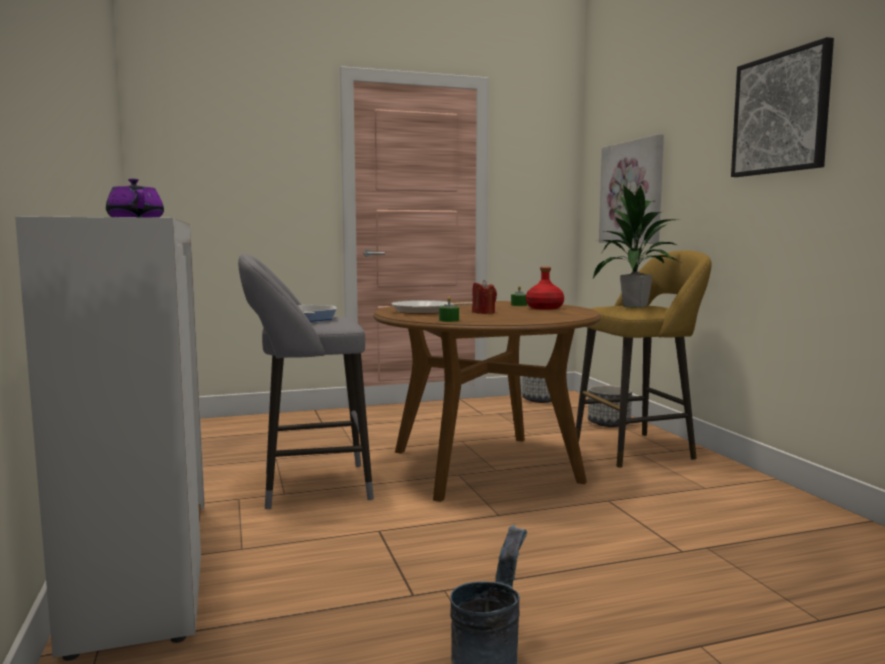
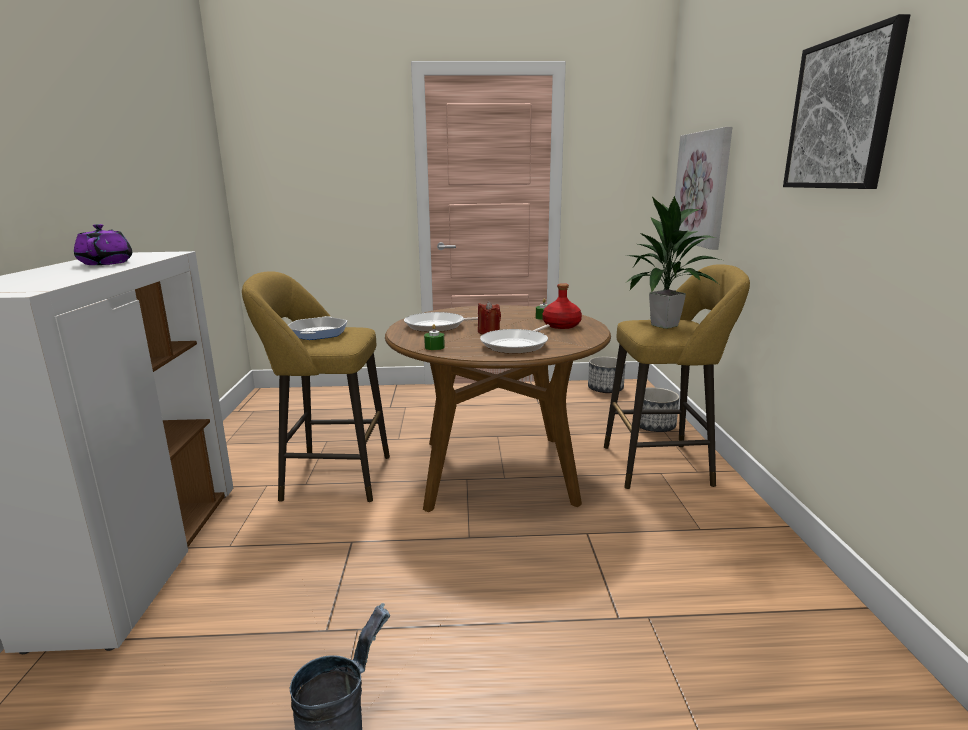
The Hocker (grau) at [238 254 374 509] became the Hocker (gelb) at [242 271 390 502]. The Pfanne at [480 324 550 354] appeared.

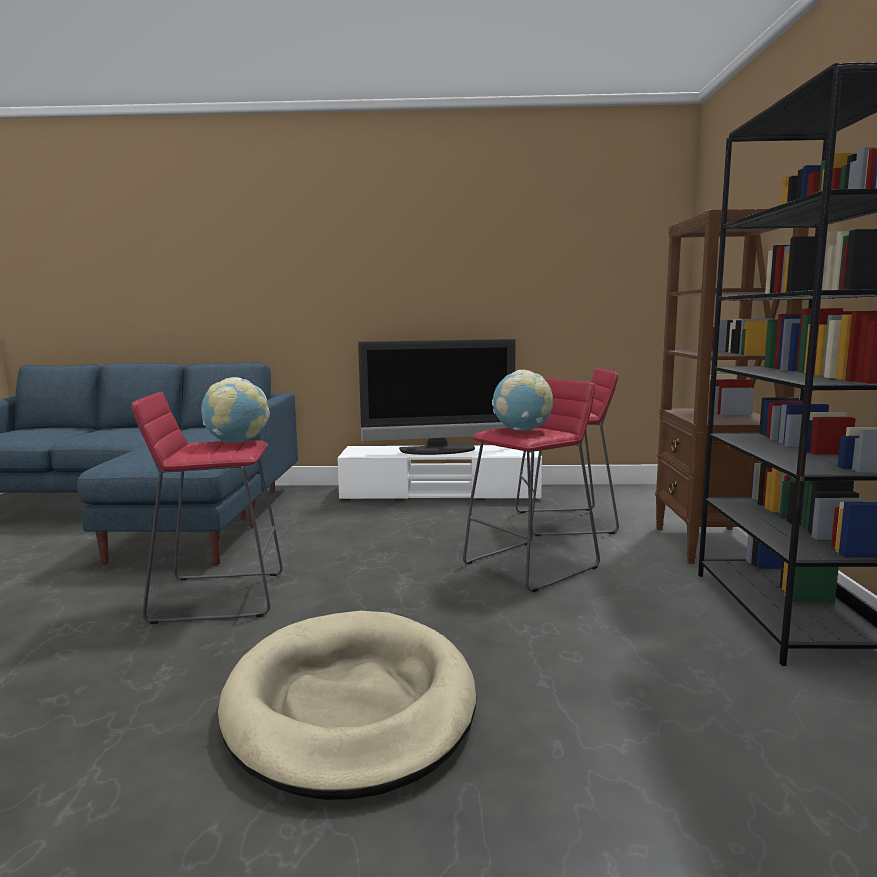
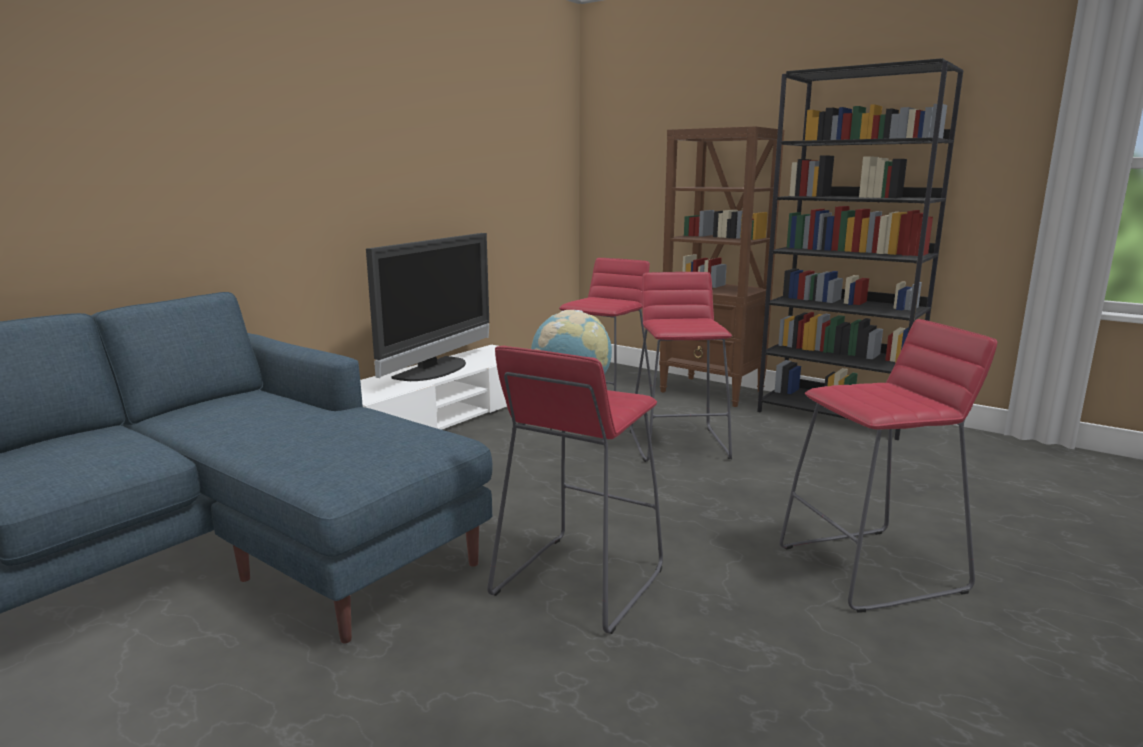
The Hundebett (beige) at [218 611 477 800] was replaced by the Hocker (rot) at [780 319 997 613]. The Globus at [492 370 553 431] disappeared.

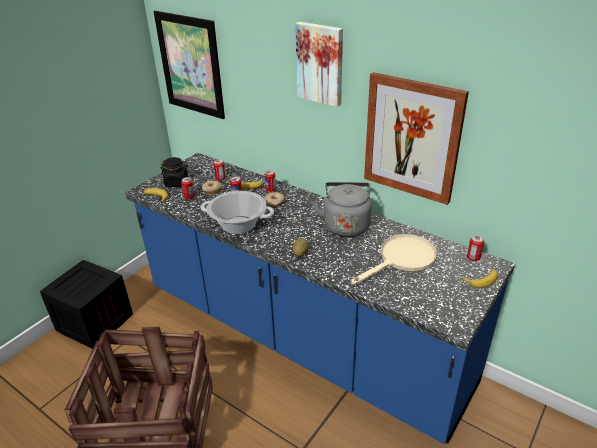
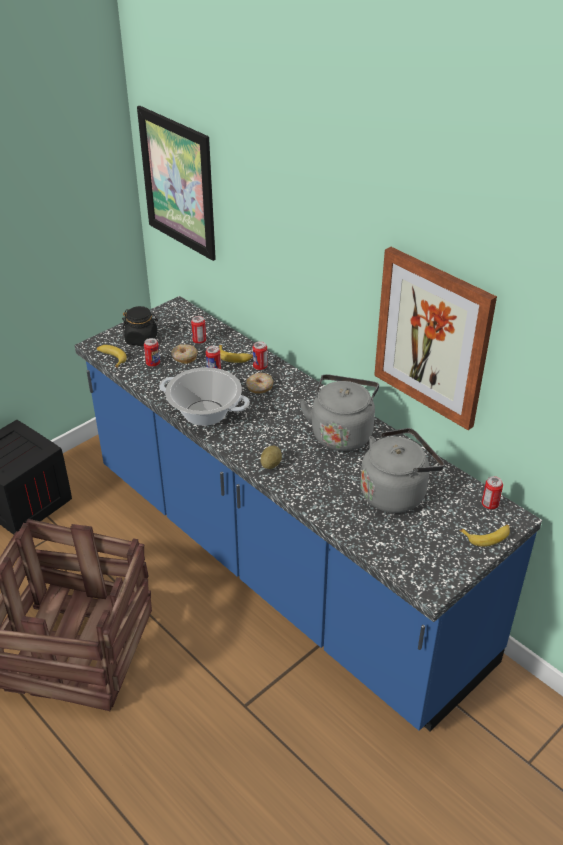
The Pfanne (beige) at [351 234 437 285] was replaced by the Wasserkessel (grau) at [360 428 444 513]. The Bild at [295 22 343 107] disappeared.

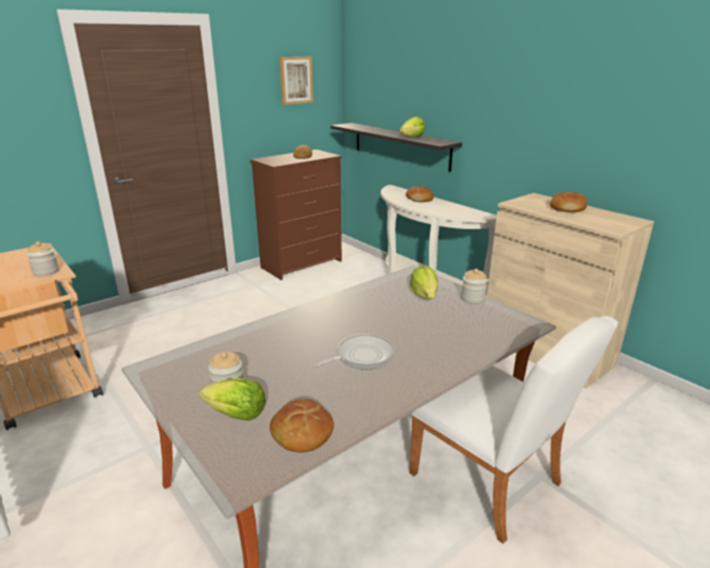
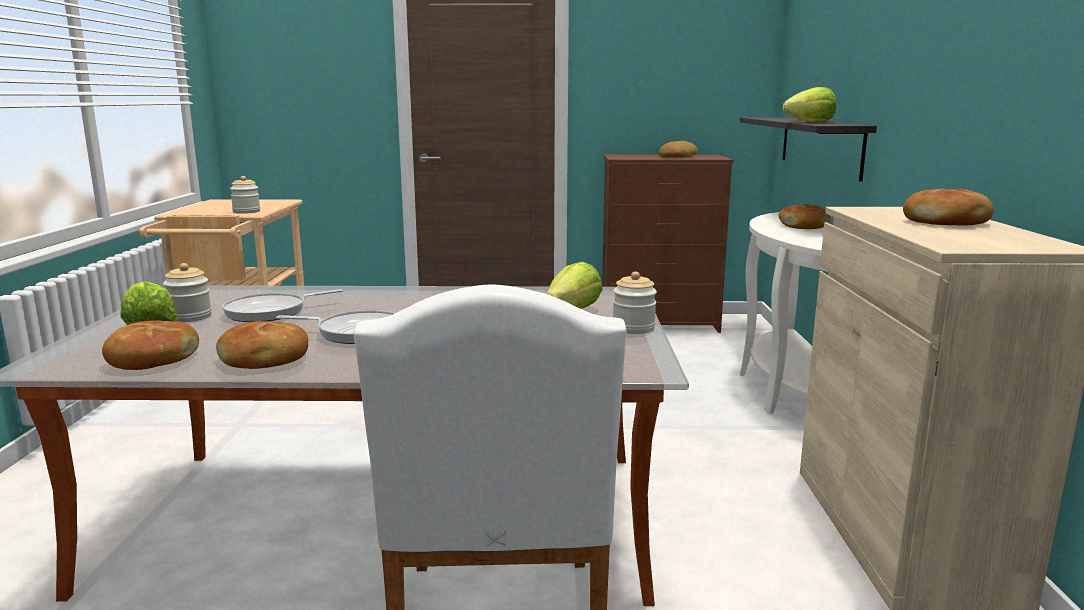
The Brot at [216 321 308 369] appeared. The Pfanne at [222 289 343 322] appeared. The Bild at [279 57 313 105] disappeared.

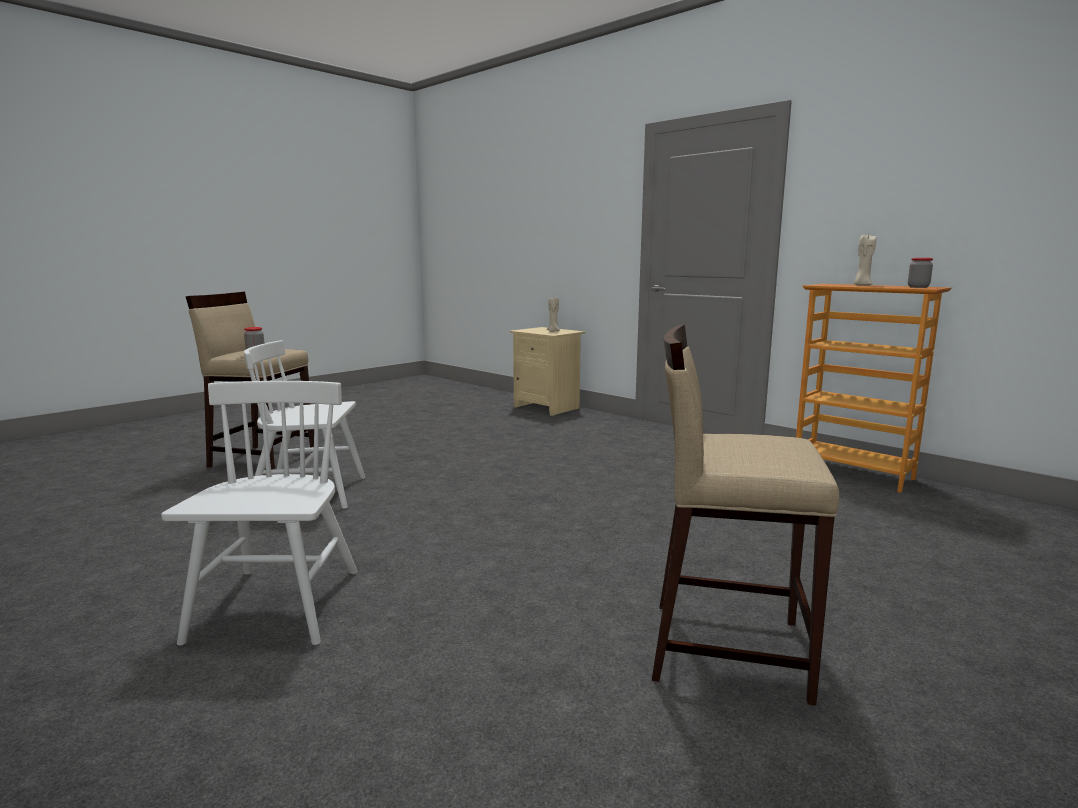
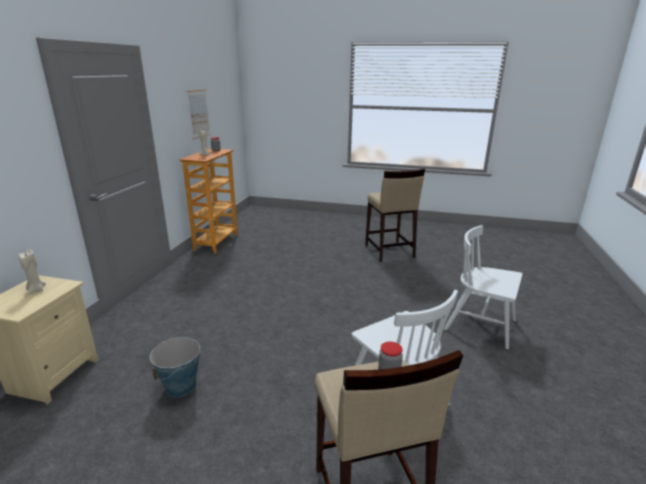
The Eimer at [150 337 200 398] appeared. The Bild at [187 89 211 139] appeared. The Stuhl (weiß) at [161 381 358 646] turned 60 degrees clockwise.

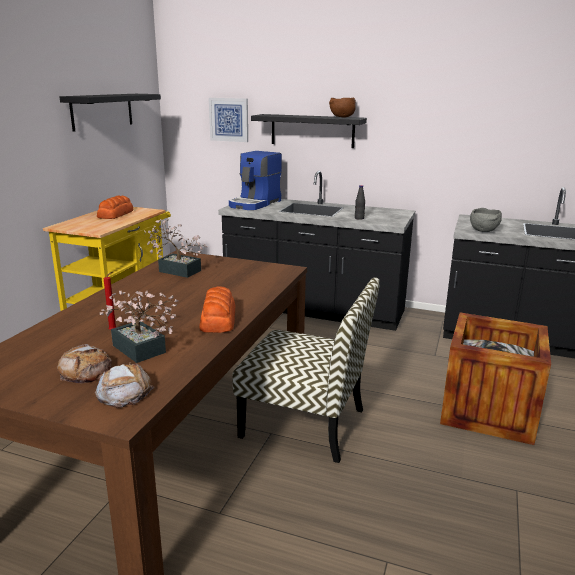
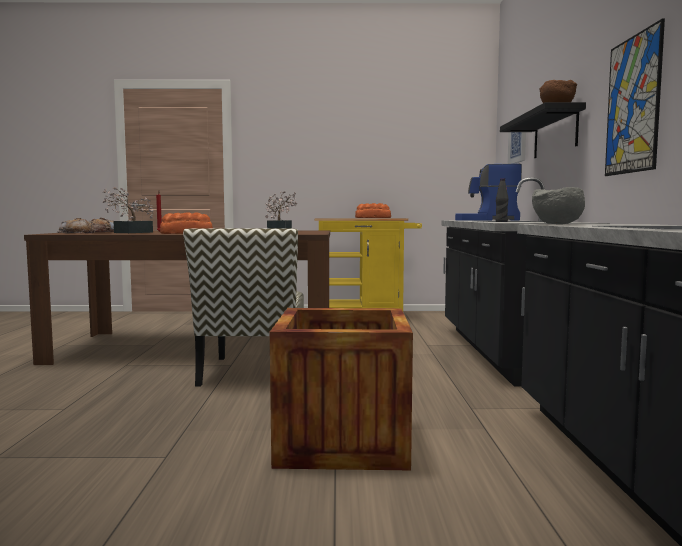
The Bild at [605 19 665 176] appeared. The Wandregal (schwarz) at [60 94 161 132] disappeared.

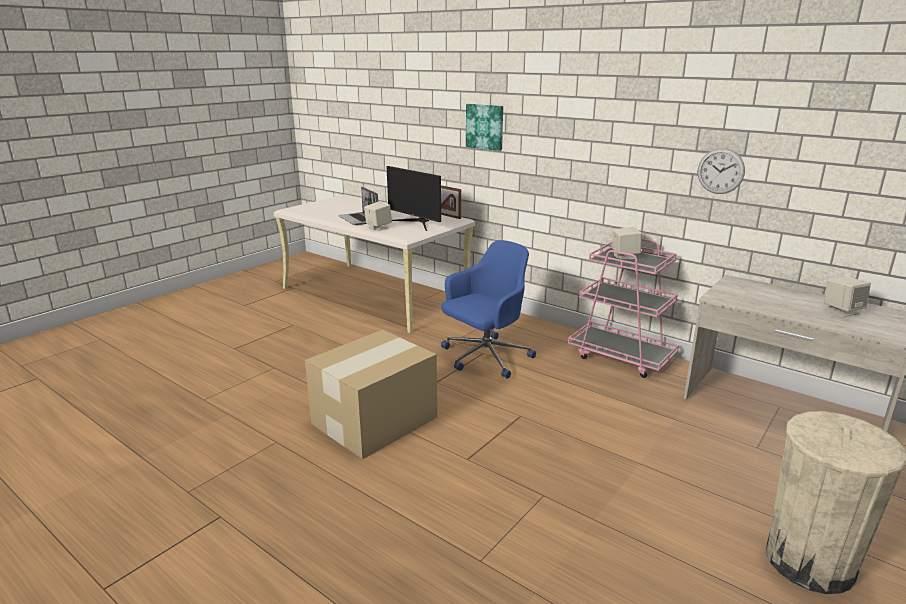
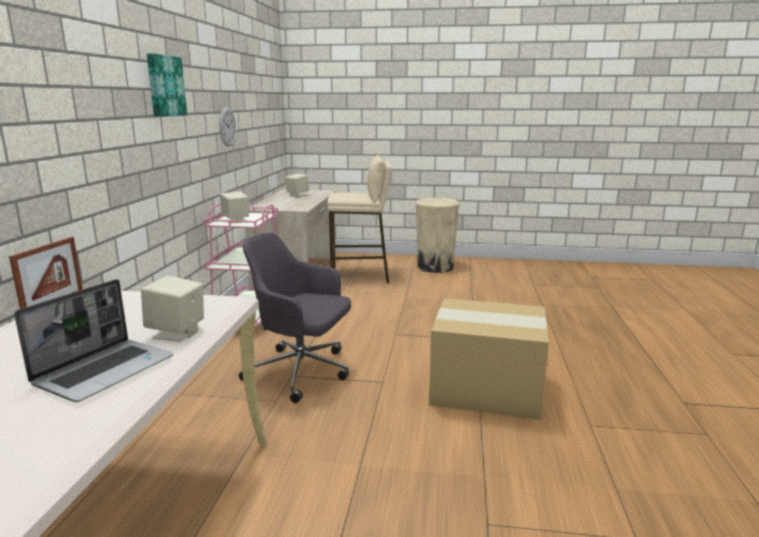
The Bild moved from [466 104 503 151] to [147 53 187 117]. The Bürostuhl (blau) at [441 240 536 379] became the Bürostuhl (grau) at [239 232 351 403]. The Hocker (beige) at [327 155 392 284] appeared. The Monitor at [387 166 441 231] disappeared.

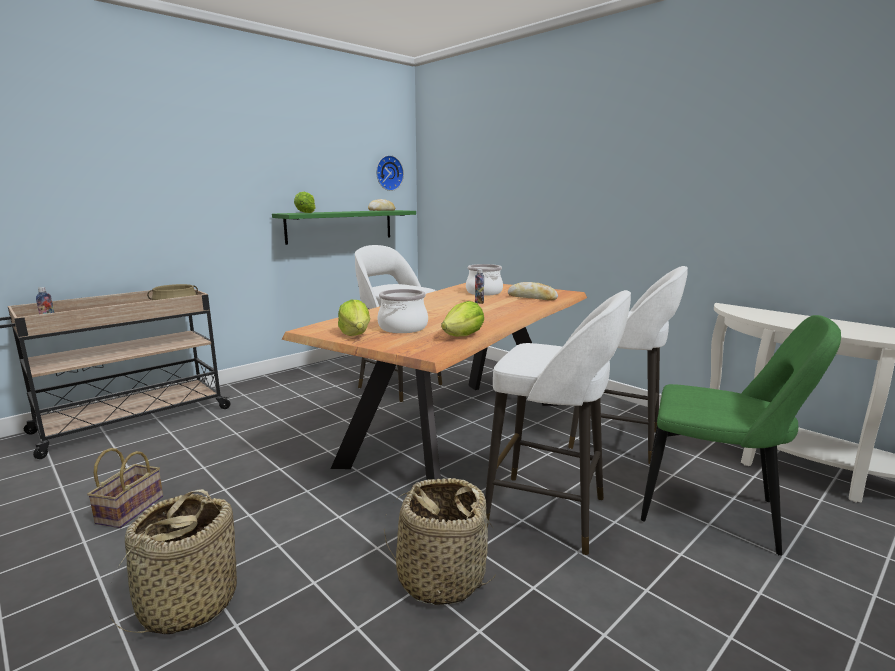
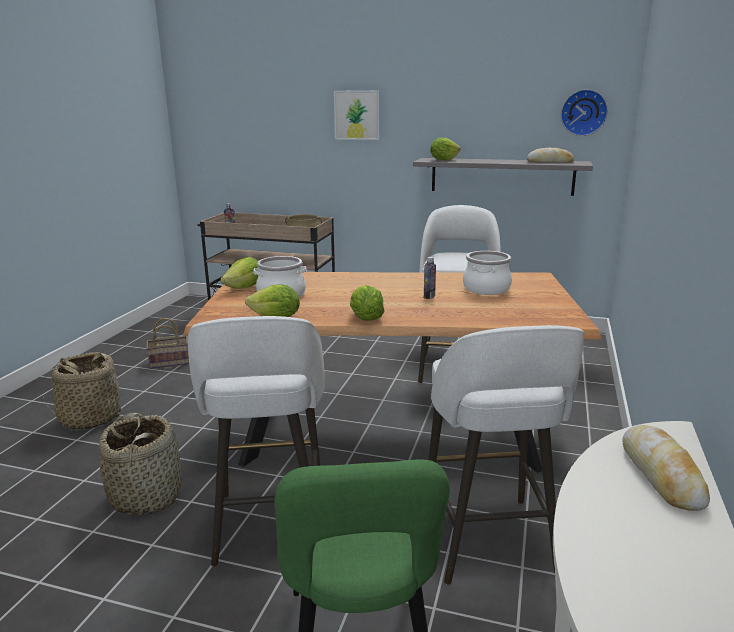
The Bild at [334 90 380 140] appeared. The Salatkopf at [350 285 384 321] appeared. The Wandregal (grün) at [272 210 416 245] became the Wandregal (grau) at [413 158 593 196]. The Brot moved from [508 282 558 301] to [623 425 710 510].

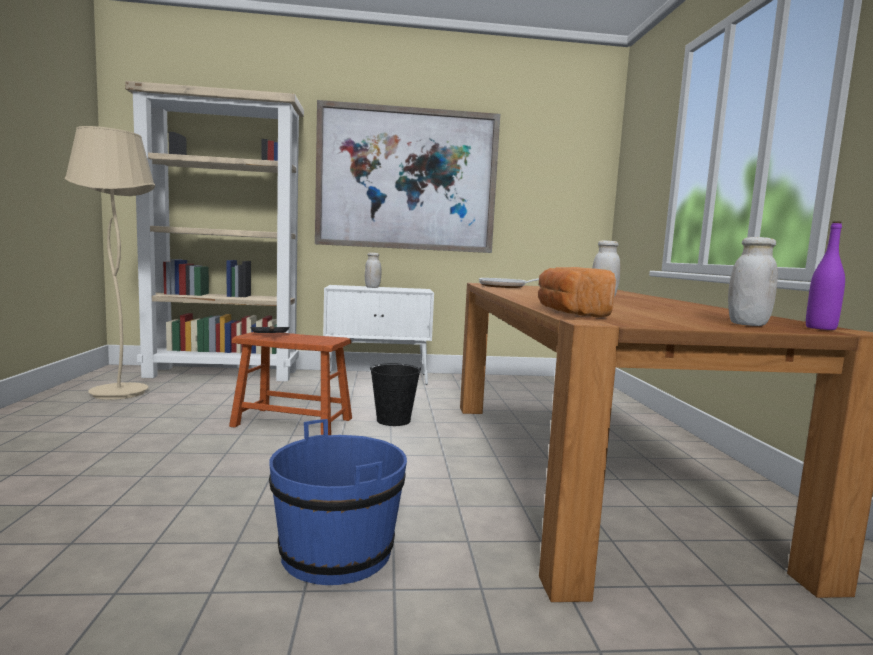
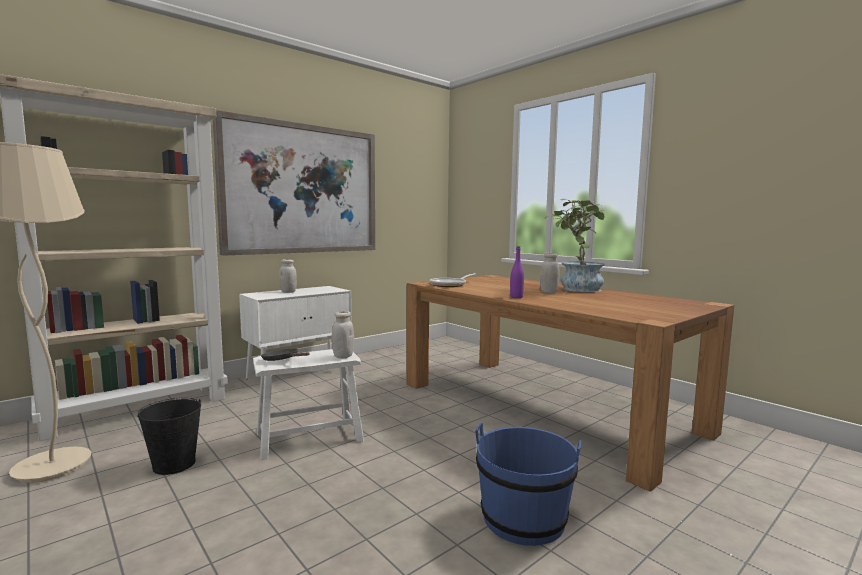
The Eimer (schwarz) moved from [370 363 421 426] to [137 398 201 475]. The Hocker (braun) at [229 332 352 435] became the Hocker (weiß) at [253 349 364 460]. The Vorratsglas (weiß) moved from [728 237 778 326] to [332 311 354 358]. The Flasche (lila) moved from [806 221 845 330] to [510 246 524 298]. The Topfpflanze at [545 199 605 292] appeared. The Brot at [538 267 616 318] disappeared.

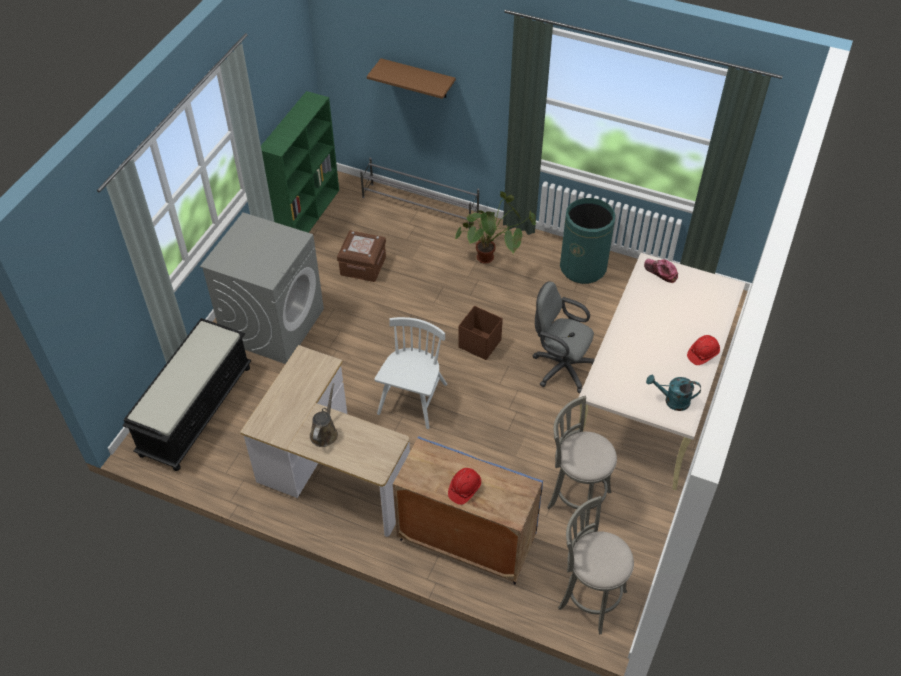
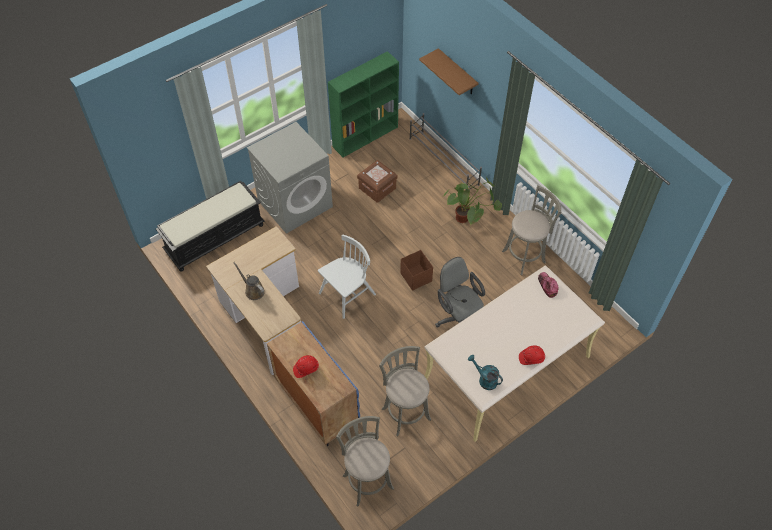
The Gießkanne (braun) at [310 383 338 447] turned 90 degrees counterclockwise. The Mülleimer (grün) at [560 198 616 284] was replaced by the Hocker (grau) at [502 186 561 275].

